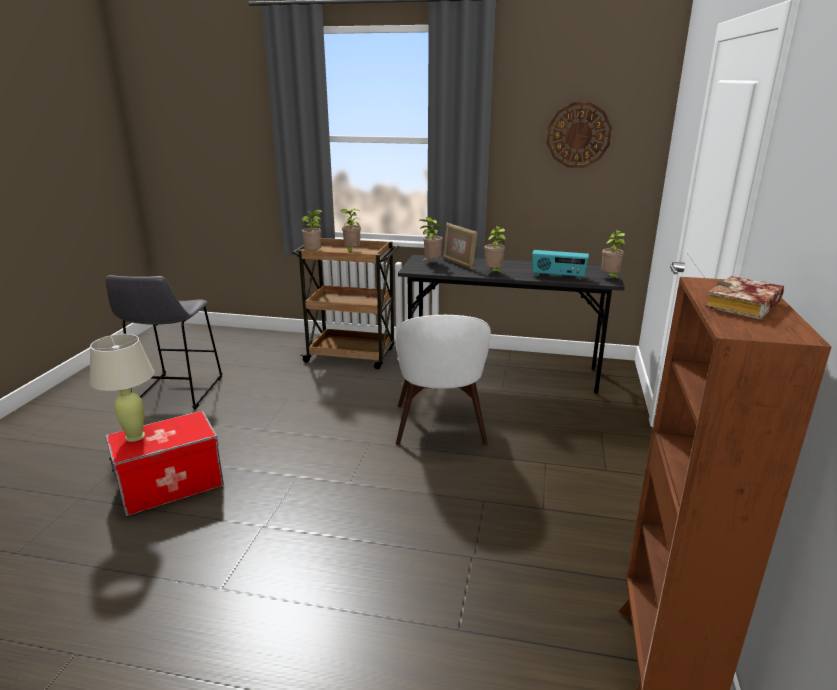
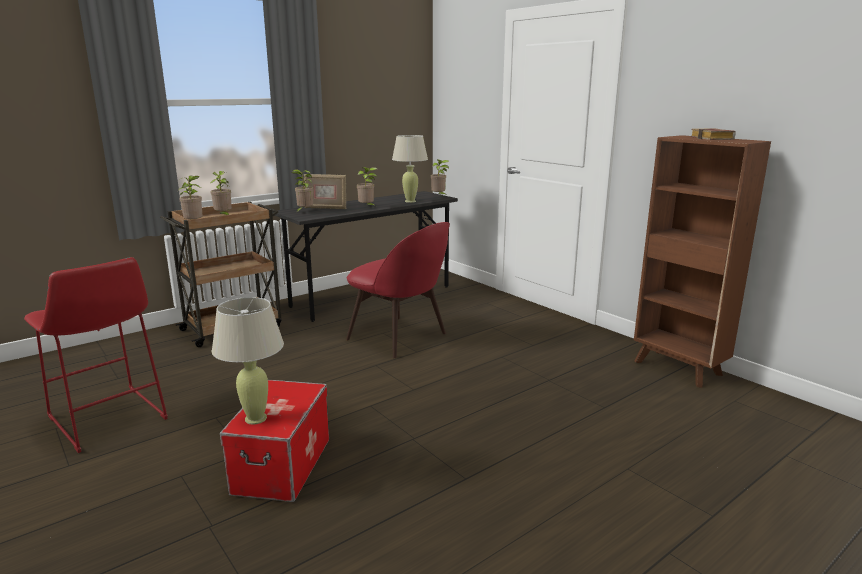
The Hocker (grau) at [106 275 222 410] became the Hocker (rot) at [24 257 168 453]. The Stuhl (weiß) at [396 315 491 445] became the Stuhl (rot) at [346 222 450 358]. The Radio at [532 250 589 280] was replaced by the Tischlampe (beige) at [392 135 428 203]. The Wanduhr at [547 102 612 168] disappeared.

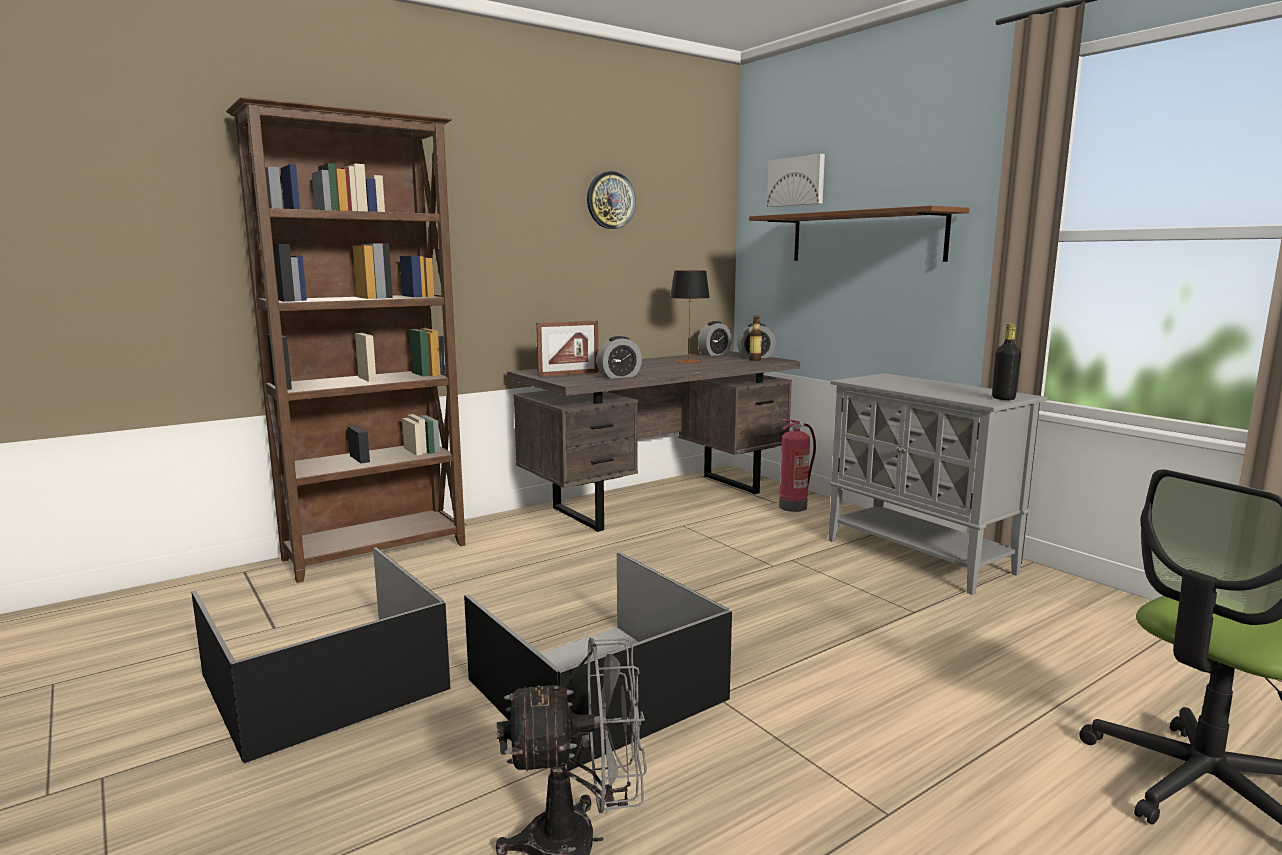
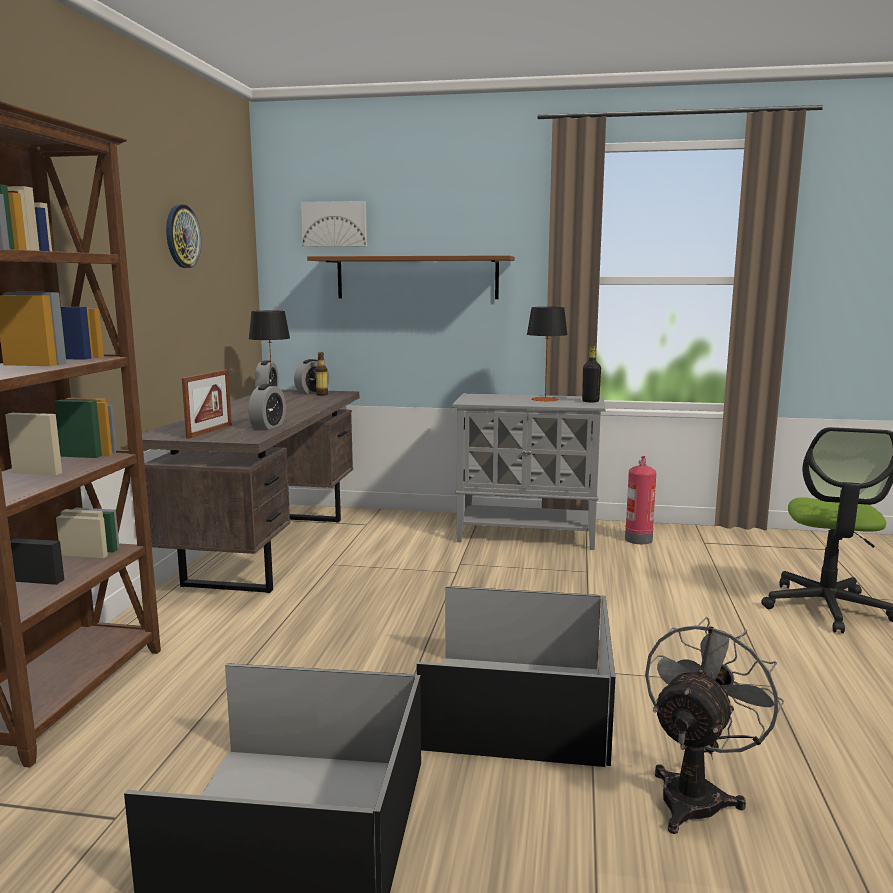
The Tischlampe at [527 307 568 401] appeared. The Feuerlöscher moved from [779 419 816 512] to [625 456 656 544].

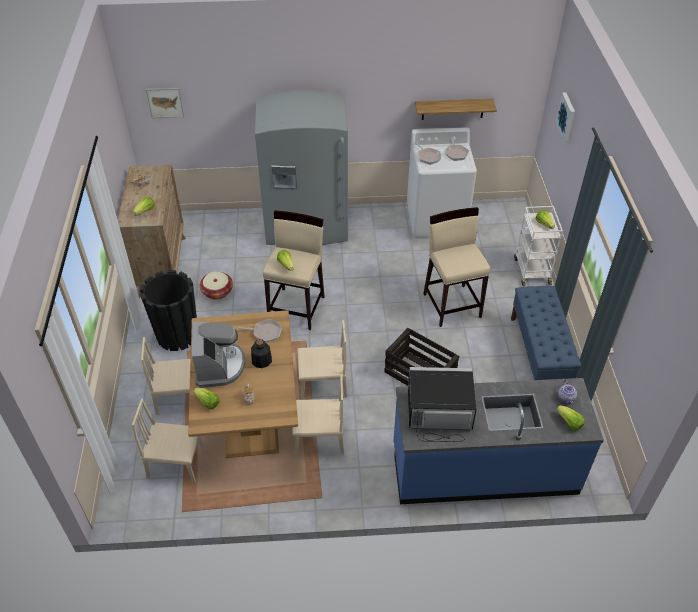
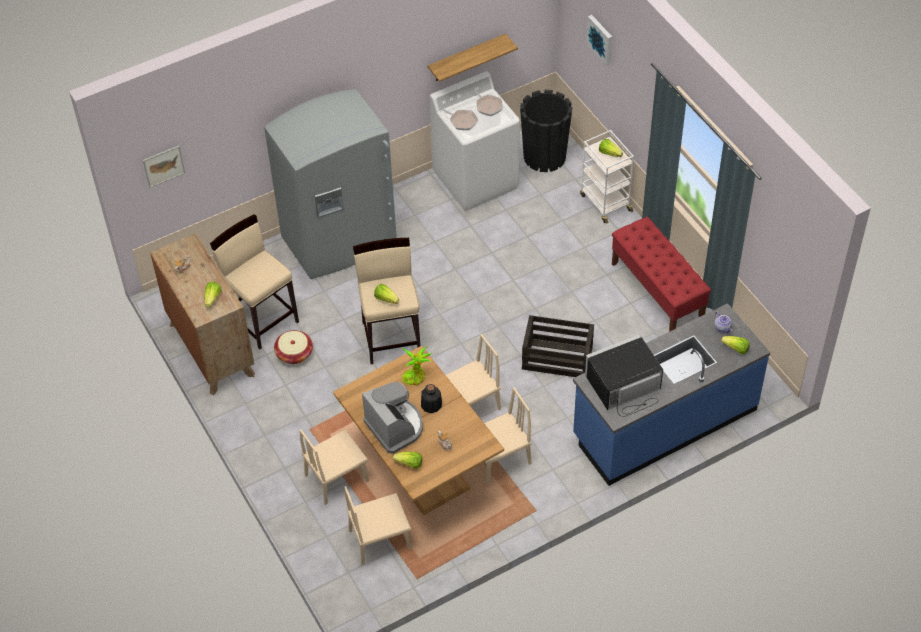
The Hocker (beige) moved from [423 207 491 327] to [210 214 299 350]. The Pfanne at [237 319 282 342] was replaced by the Topfpflanze at [402 346 431 385]. The Pflanzkübel (schwarz) moved from [140 270 197 351] to [520 90 572 172]. The Bank (blau) at [511 286 581 380] became the Bank (rot) at [612 217 711 332].

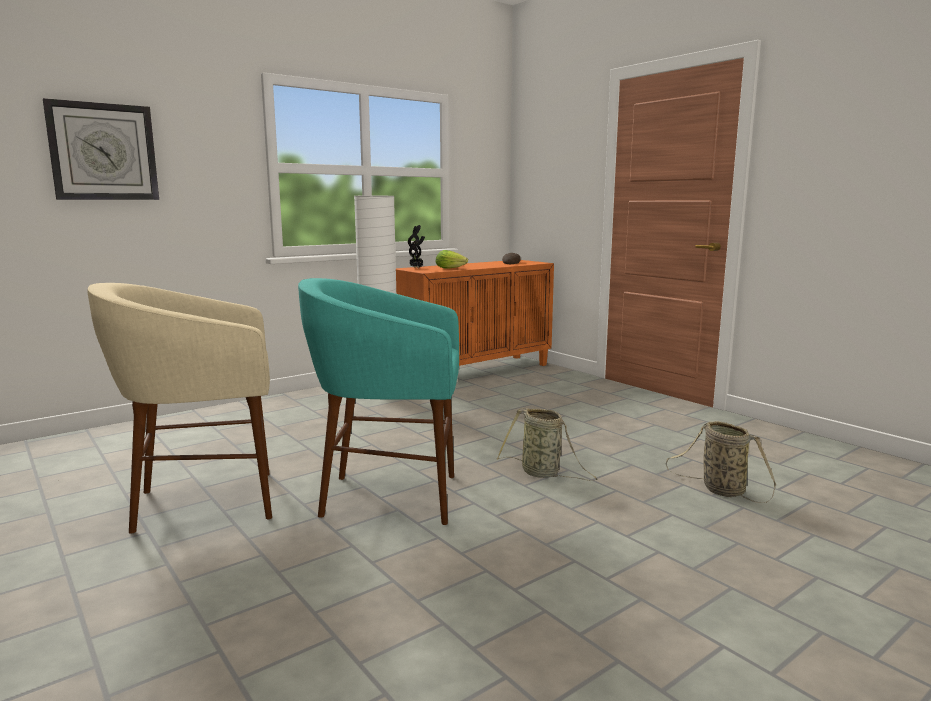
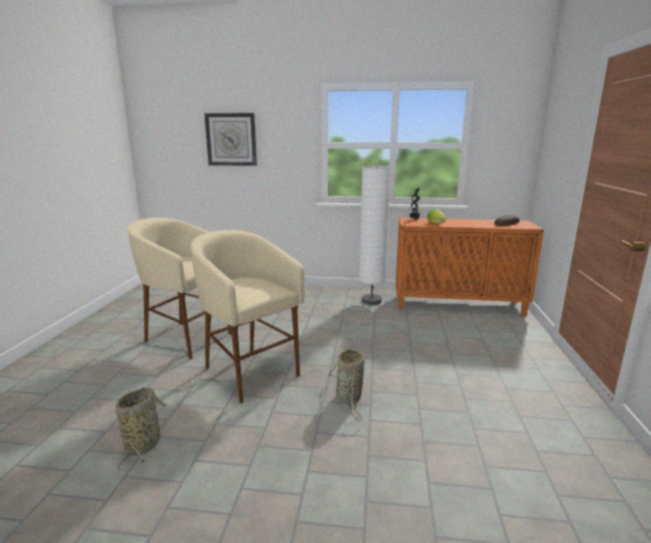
The Korb moved from [666 421 776 503] to [116 387 169 470]. The Hocker (türkis) at [298 278 459 525] became the Hocker (beige) at [190 230 305 403].

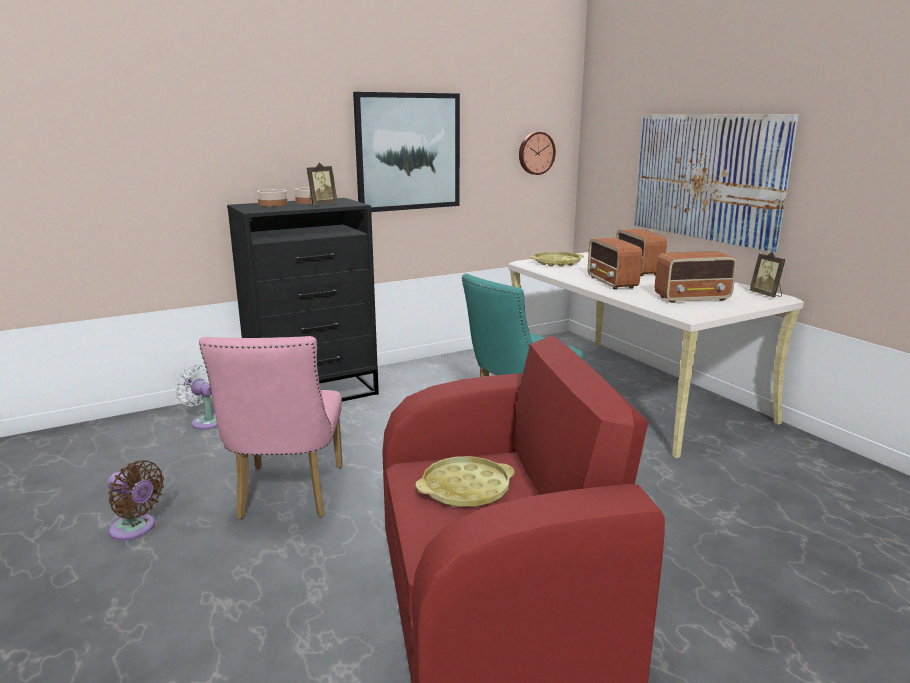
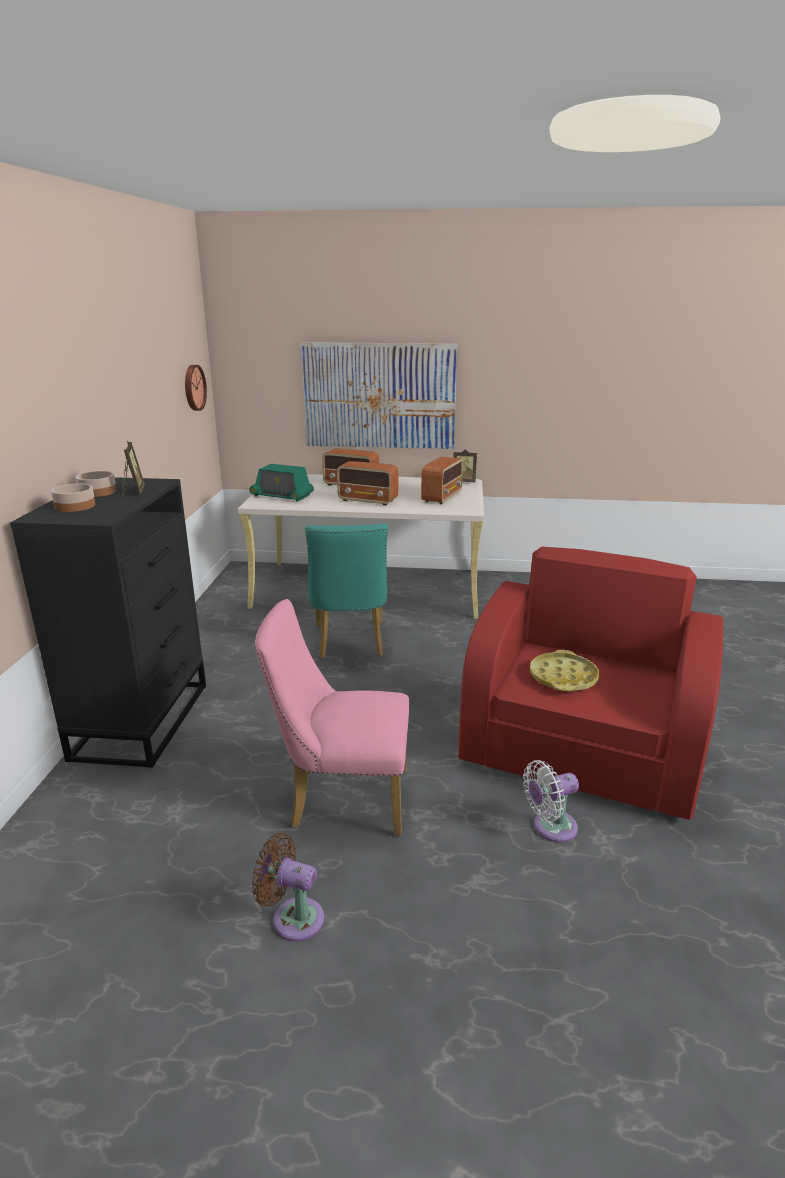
The Tablett (gelb) at [530 252 584 267] was replaced by the Radio at [249 464 314 502]. The Ventilator (braun) at [107 460 164 541] turned 135 degrees counterclockwise. The Stuhl (rosa) at [199 336 343 519] turned 150 degrees clockwise. The Ventilator (weiß) moved from [175 365 218 430] to [523 760 579 843]. The Bild at [353 92 460 212] disappeared.

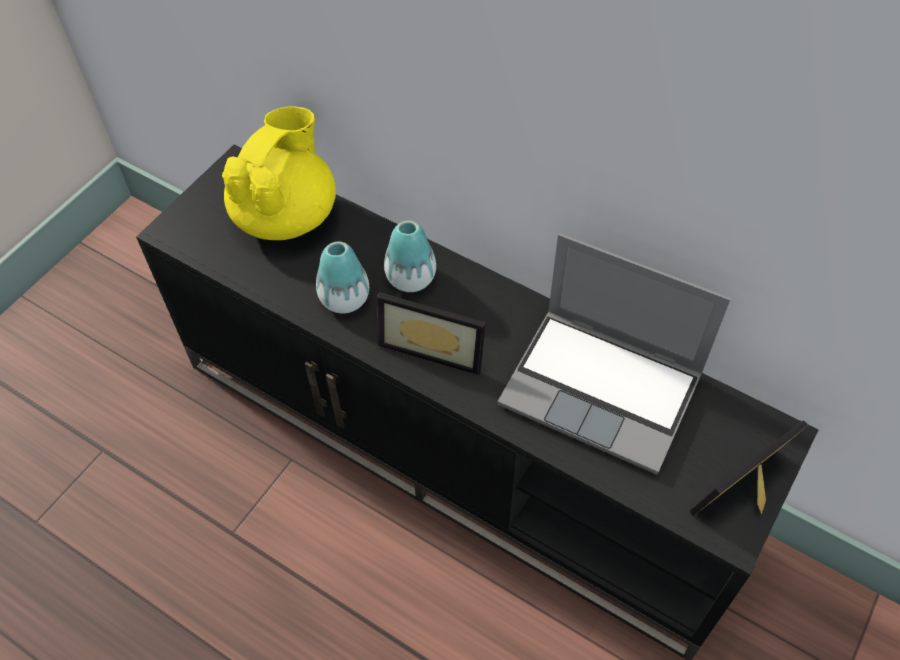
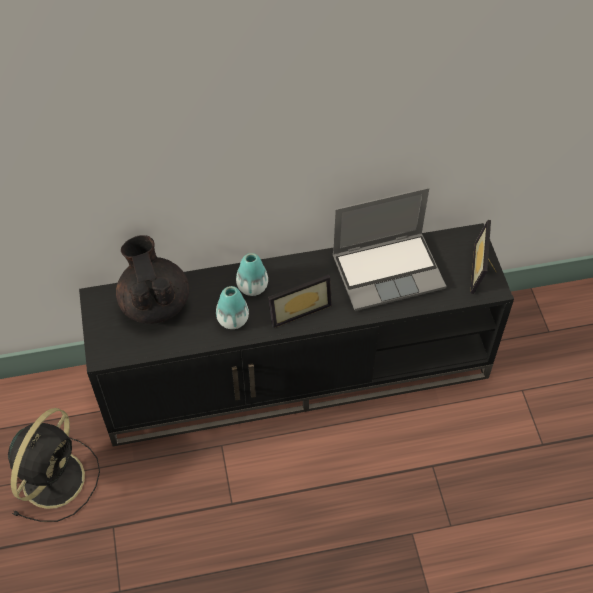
The Ventilator (schwarz) at [8 408 100 522] appeared. The Teekanne (gelb) at [222 107 336 240] became the Teekanne (schwarz) at [116 235 189 324].

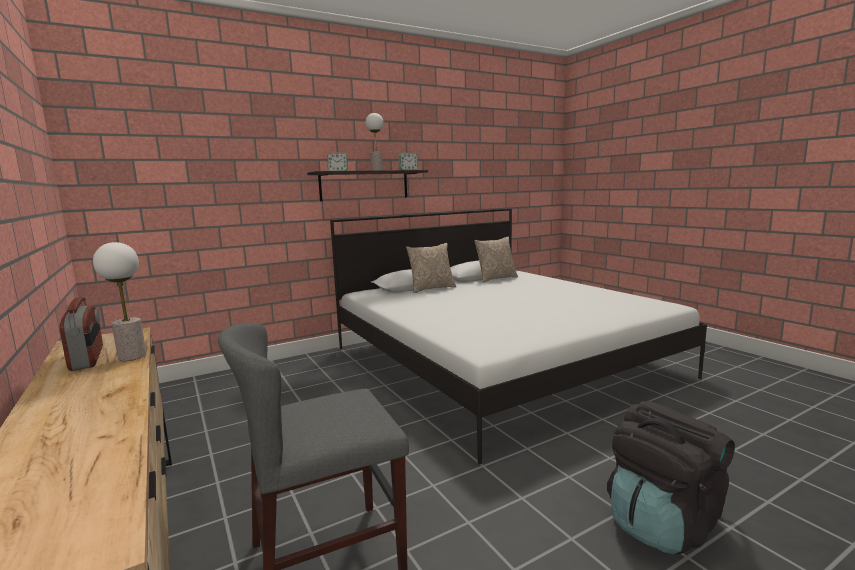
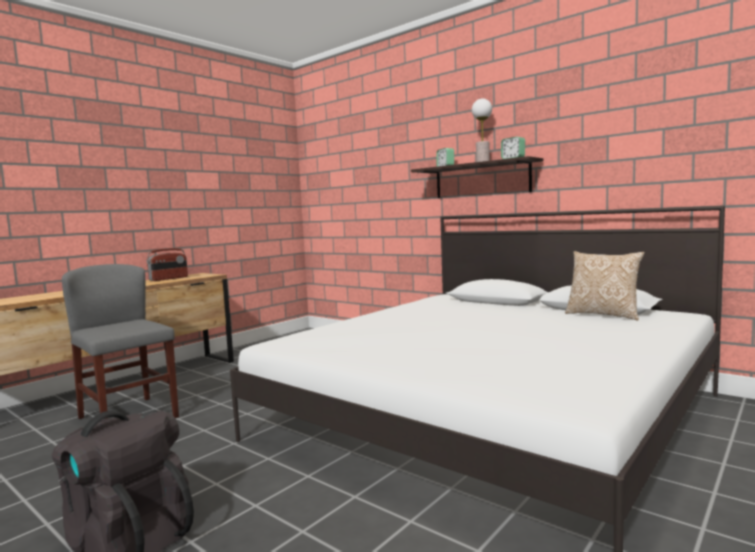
The Tischlampe at [93 242 146 361] disappeared. The Kissen at [406 243 456 293] disappeared.

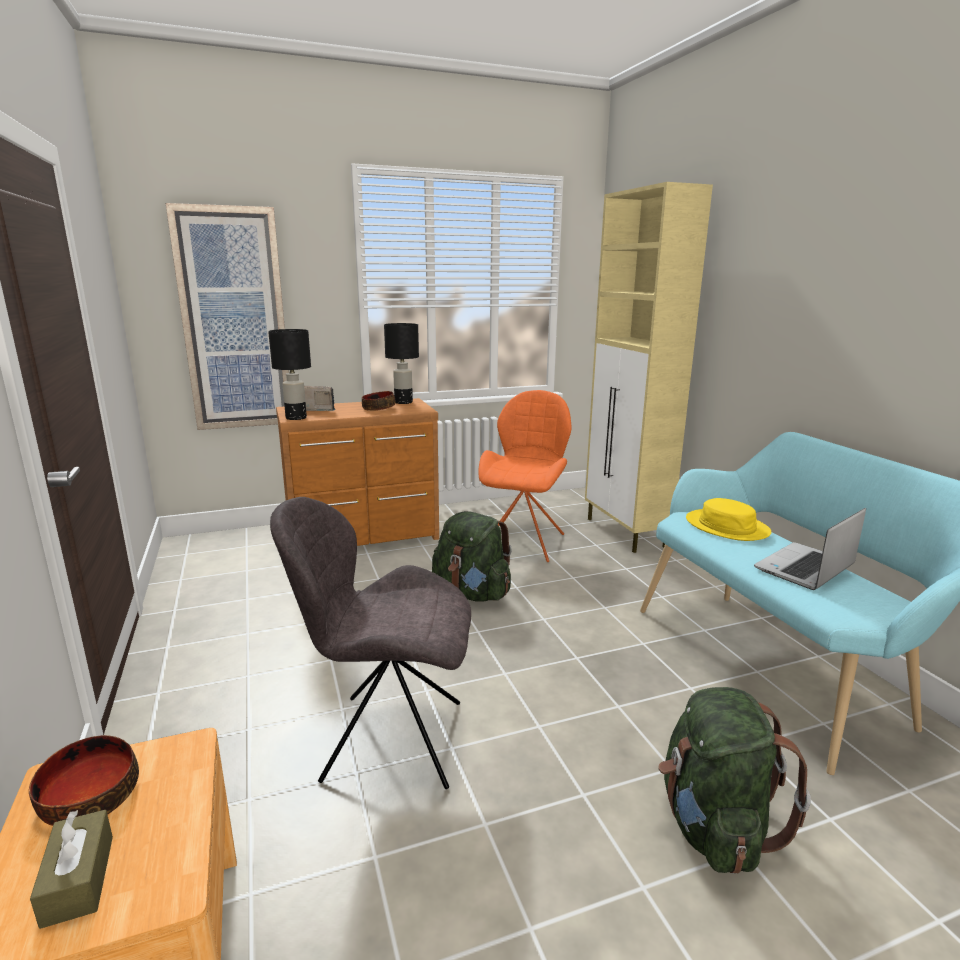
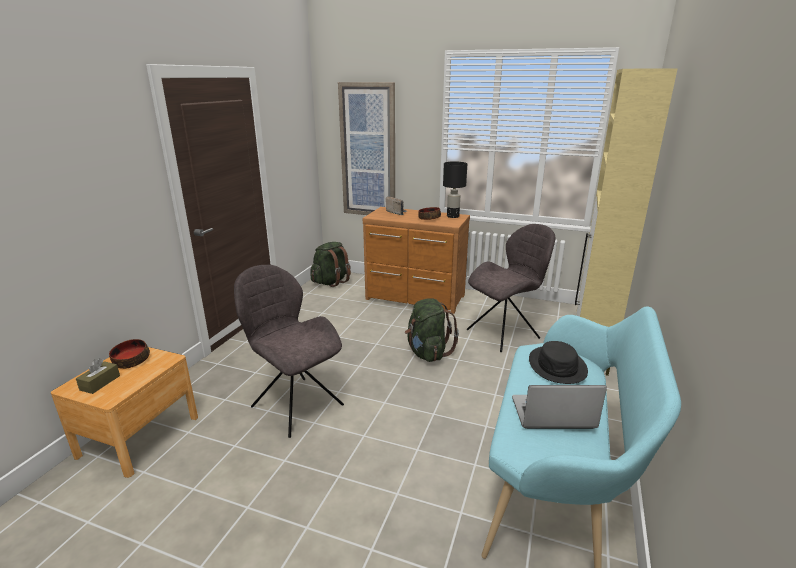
The Rucksack (grün) moved from [658 687 811 874] to [310 242 351 287]. The Stuhl (orange) at [478 390 571 562] became the Stuhl (grau) at [467 224 555 352]. The Hut (gelb) at [686 498 771 541] became the Hut (schwarz) at [529 341 588 384]. The Tischlampe (schwarz) at [268 329 311 420] disappeared.

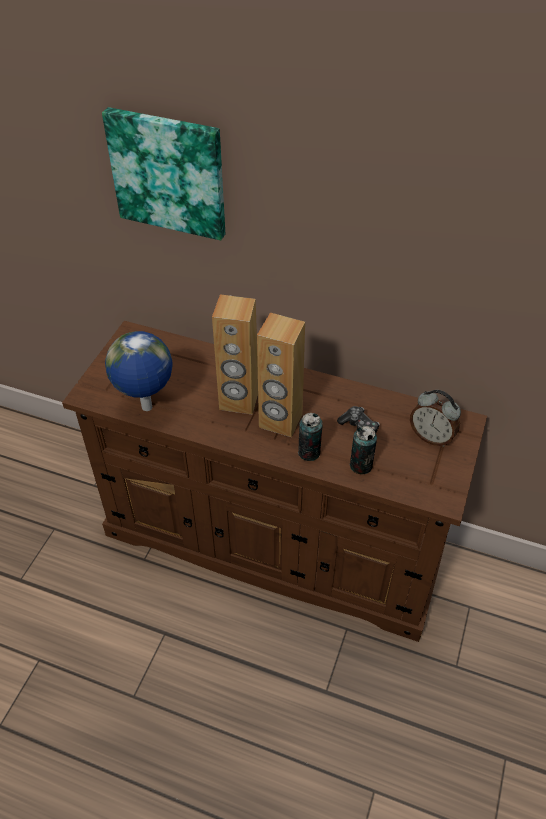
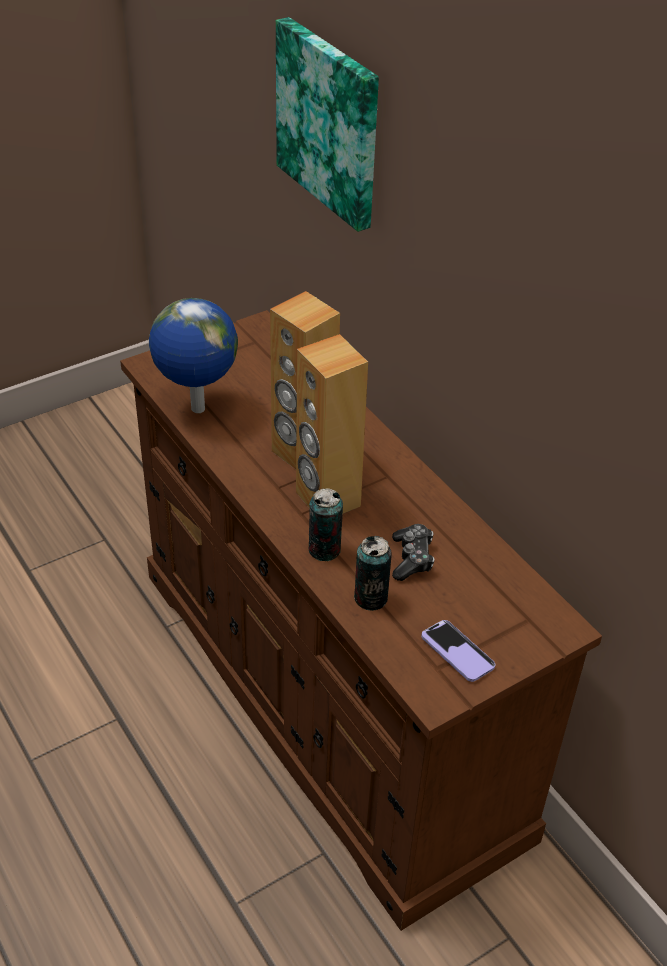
The Handy at [421 620 495 682] appeared. The Wecker at [410 390 461 447] disappeared.

